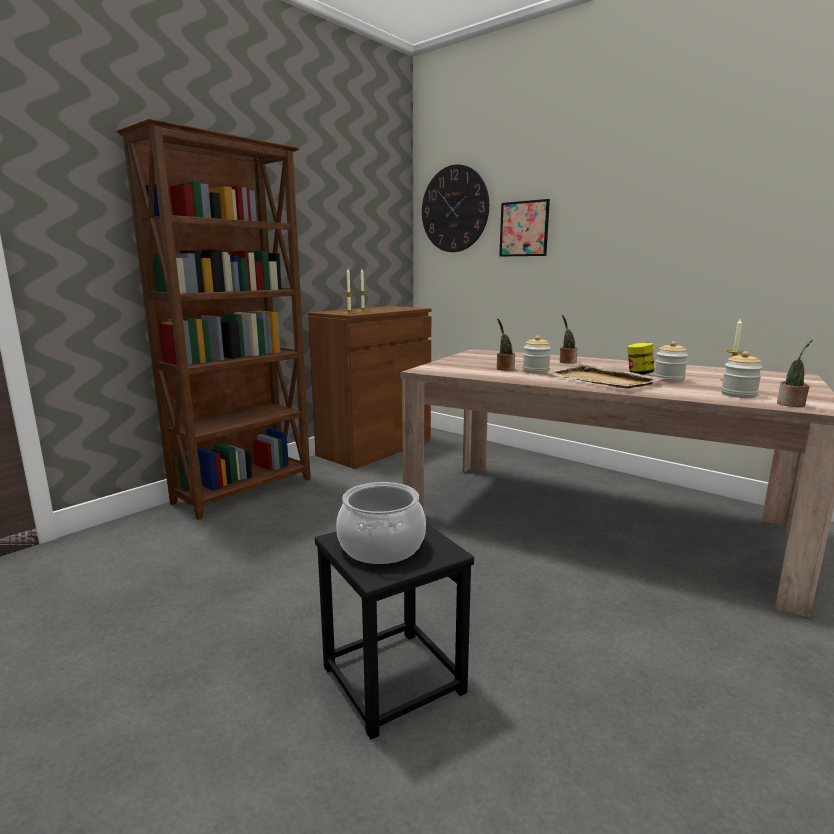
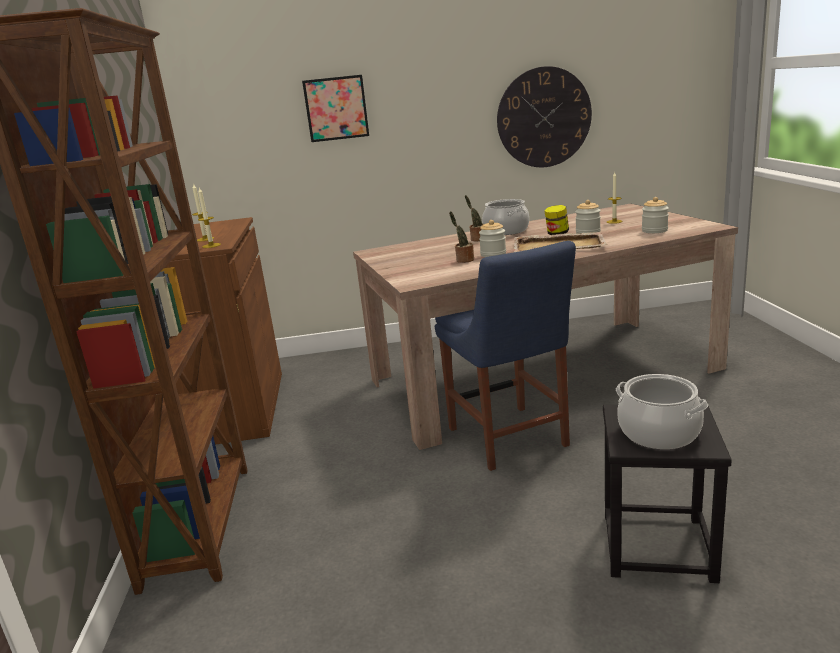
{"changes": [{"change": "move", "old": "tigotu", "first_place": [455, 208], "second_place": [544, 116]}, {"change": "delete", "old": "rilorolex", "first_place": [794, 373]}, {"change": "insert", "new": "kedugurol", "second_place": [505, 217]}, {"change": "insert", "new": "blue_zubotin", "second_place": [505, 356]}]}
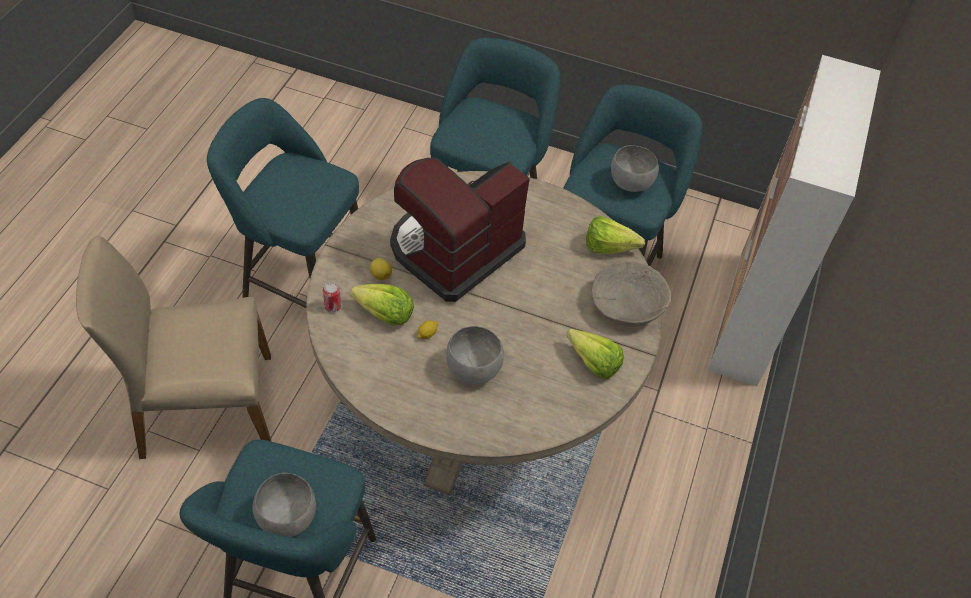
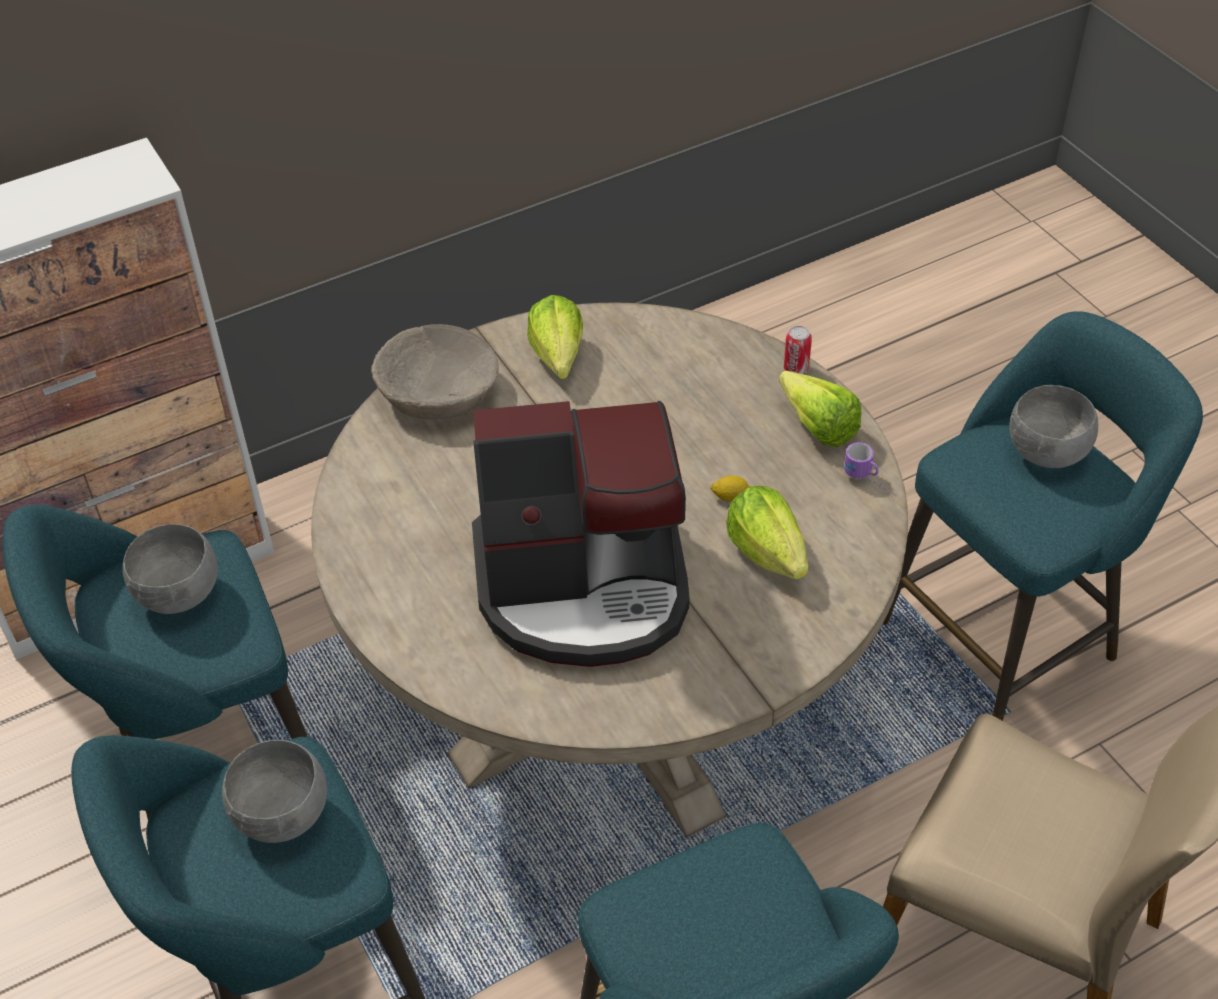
{"changes": [{"change": "move", "old": "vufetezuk", "first_place": [615, 235], "second_place": [820, 409]}, {"change": "delete", "old": "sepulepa", "first_place": [381, 269]}, {"change": "move", "old": "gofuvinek", "first_place": [332, 297], "second_place": [798, 350]}, {"change": "move", "old": "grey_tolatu", "first_place": [475, 355], "second_place": [274, 791]}, {"change": "insert", "new": "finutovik", "second_place": [870, 469]}]}
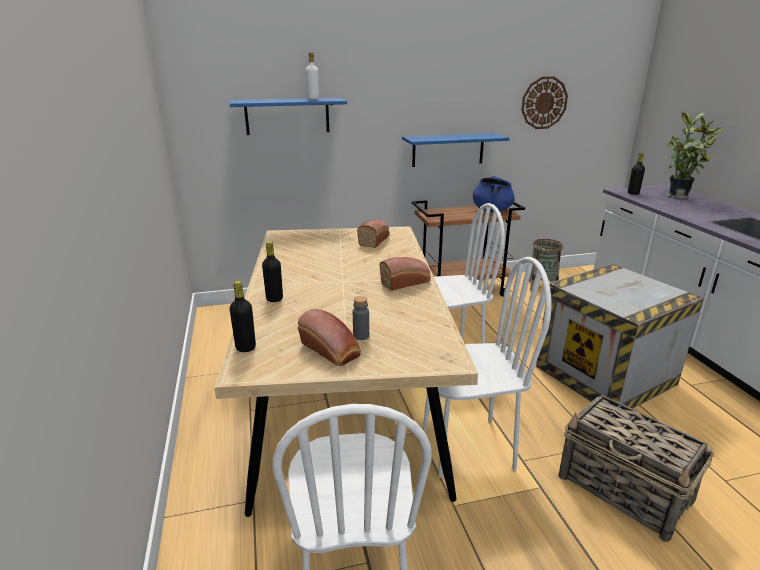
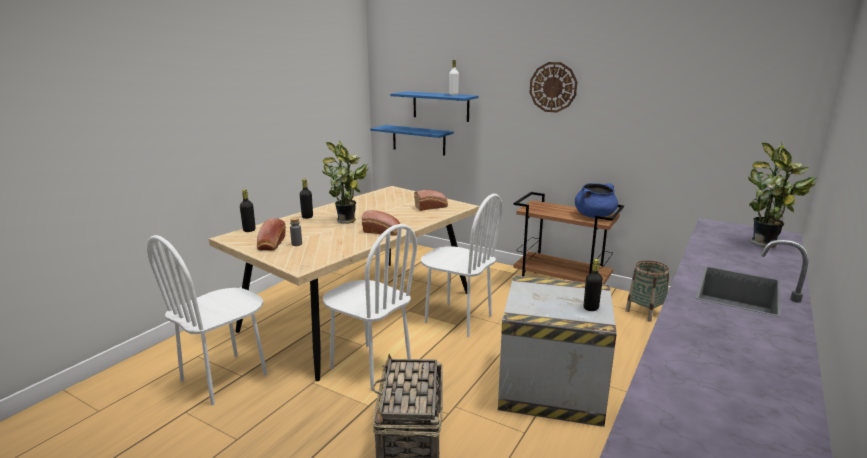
{"changes": [{"change": "move", "old": "tigotu", "first_place": [544, 102], "second_place": [553, 87]}, {"change": "move", "old": "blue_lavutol", "first_place": [455, 150], "second_place": [412, 140]}, {"change": "move", "old": "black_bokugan", "first_place": [636, 174], "second_place": [593, 285]}, {"change": "insert", "new": "rilorolex", "second_place": [345, 182]}]}
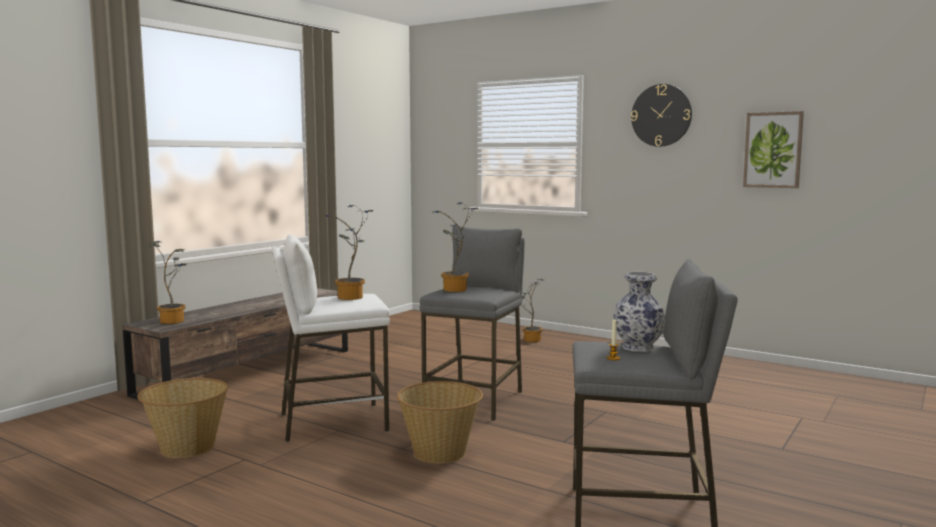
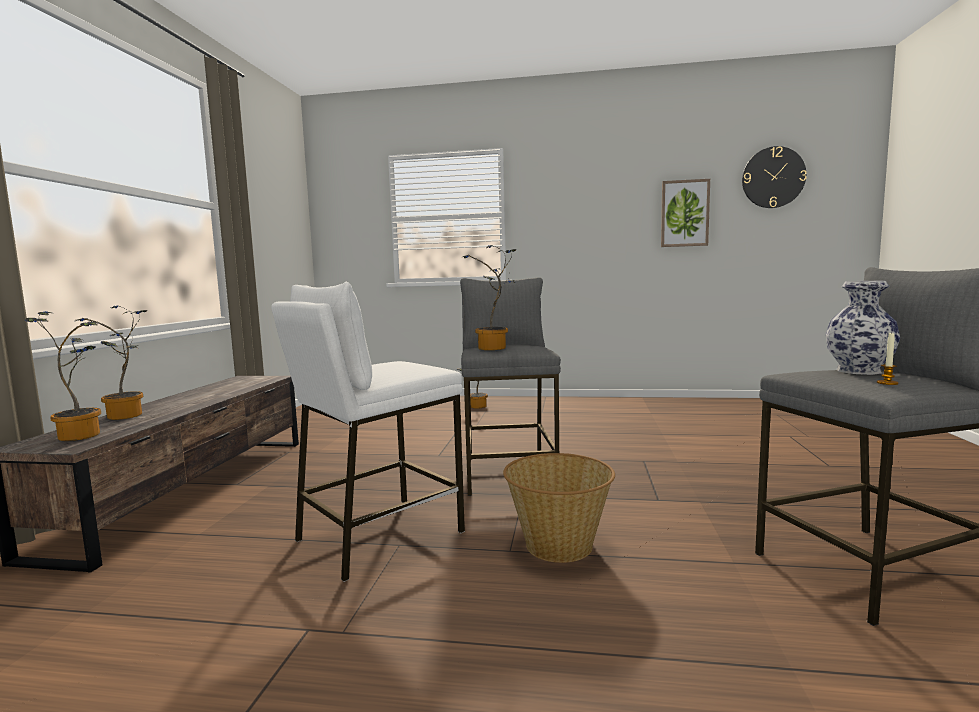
{"changes": [{"change": "move", "old": "tigotu", "first_place": [661, 115], "second_place": [774, 177]}, {"change": "move", "old": "rilorolex", "first_place": [348, 252], "second_place": [111, 363]}, {"change": "delete", "old": "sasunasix", "first_place": [182, 418]}]}
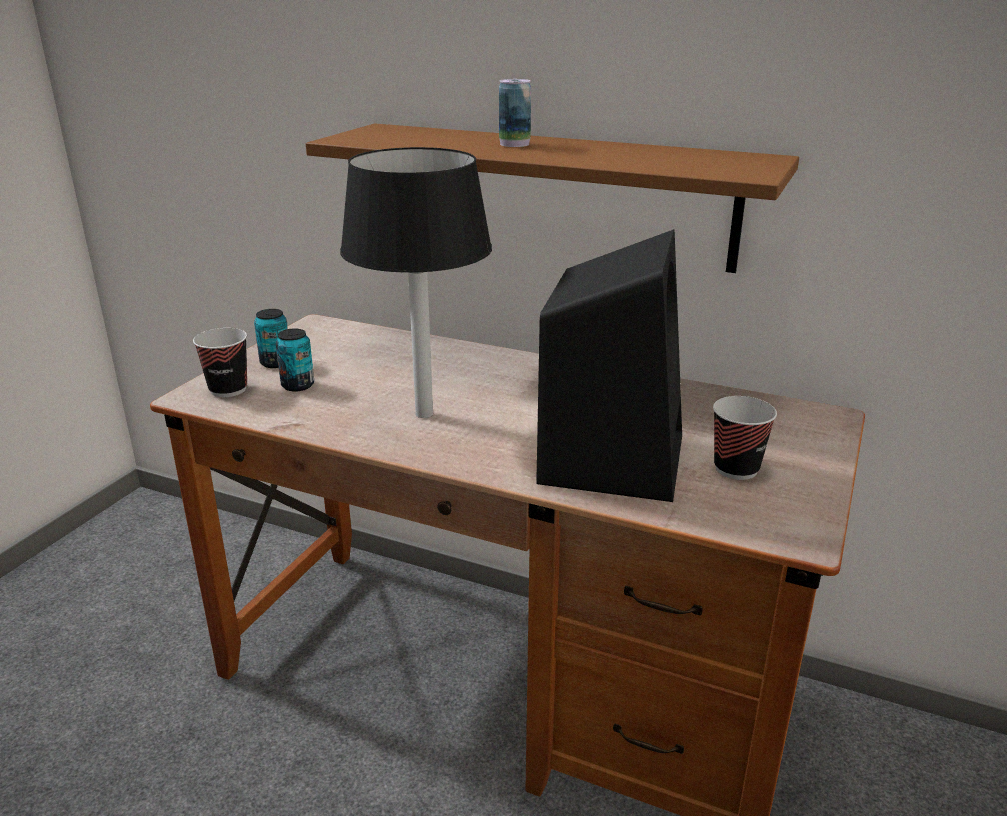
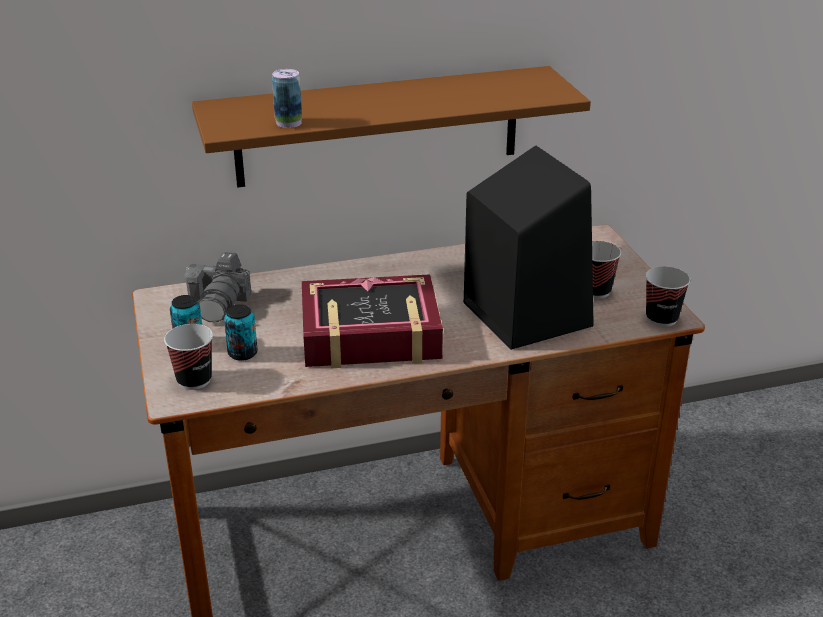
{"changes": [{"change": "move", "old": "gofuvinek", "first_place": [515, 113], "second_place": [287, 98]}, {"change": "replace", "old": "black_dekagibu", "new": "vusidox", "first_place": [416, 282], "second_place": [372, 321]}, {"change": "insert", "new": "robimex", "second_place": [218, 287]}, {"change": "insert", "new": "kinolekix", "second_place": [668, 296]}]}
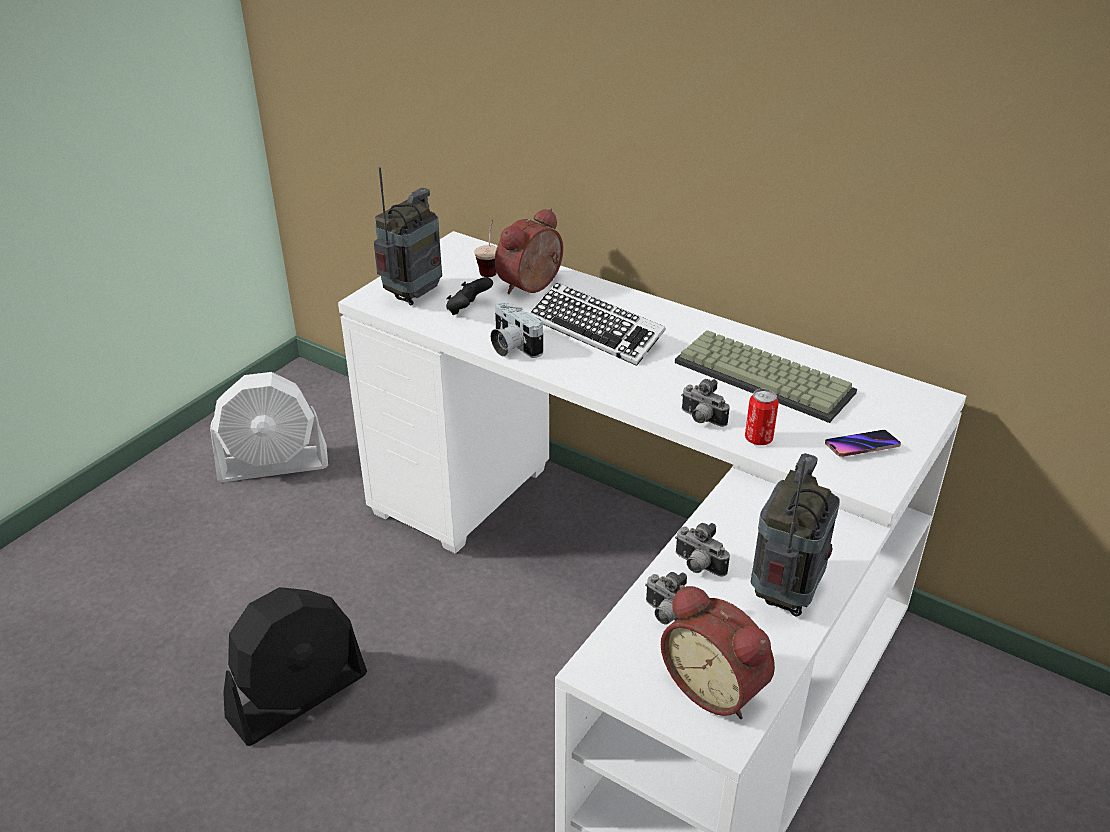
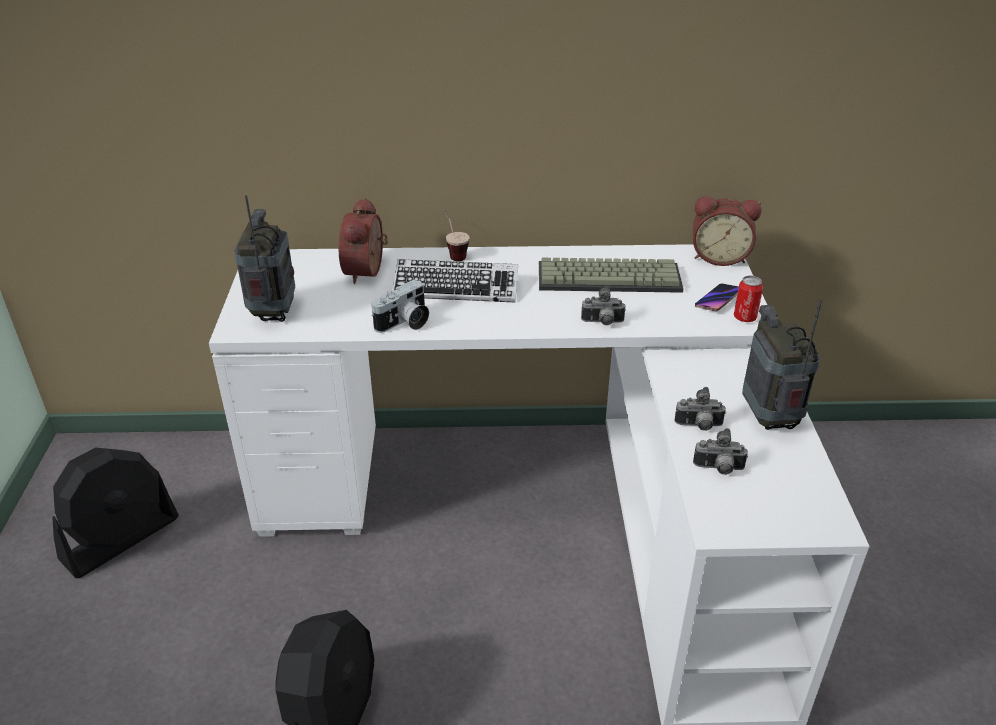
{"changes": [{"change": "move", "old": "kinolekix", "first_place": [485, 248], "second_place": [456, 235]}, {"change": "delete", "old": "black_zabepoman", "first_place": [469, 296]}, {"change": "rotate", "old": "robimex", "first_place": [517, 329], "second_place": [400, 306], "degrees": -60}, {"change": "recolor", "old": "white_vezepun", "new": "black_vezepun", "first_place": [269, 427], "second_place": [115, 513]}, {"change": "move", "old": "gofuvinek", "first_place": [762, 416], "second_place": [748, 299]}, {"change": "move", "old": "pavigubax", "first_place": [718, 652], "second_place": [727, 231]}]}
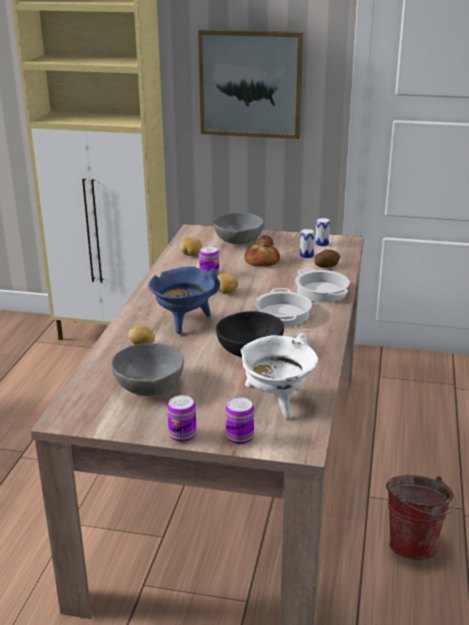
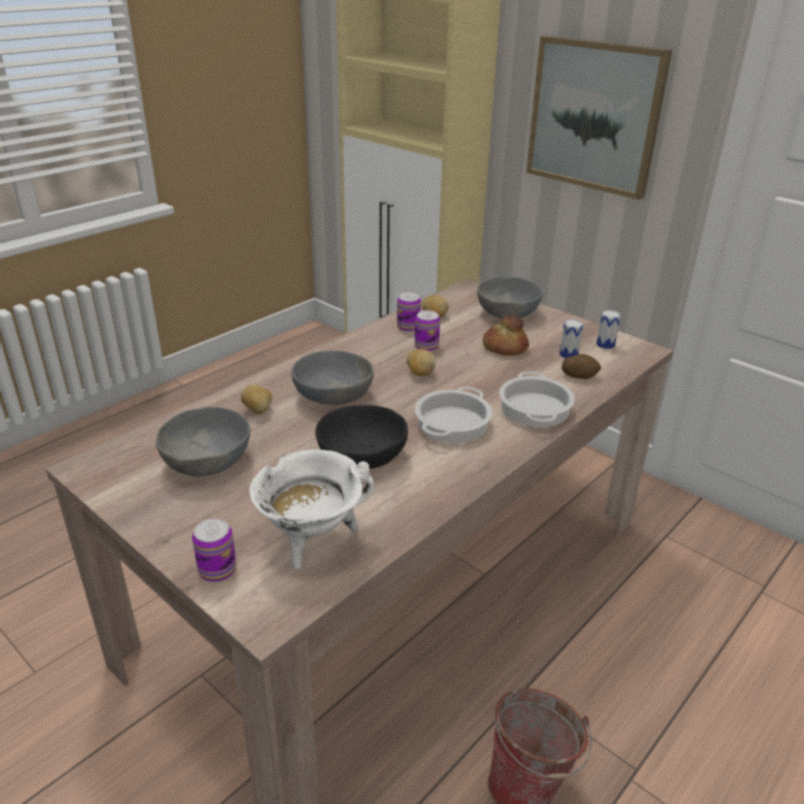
{"changes": [{"change": "replace", "old": "blue_kedugurol", "new": "grey_tolatu", "first_place": [184, 300], "second_place": [332, 377]}, {"change": "move", "old": "gofuvinek", "first_place": [181, 418], "second_place": [409, 312]}]}
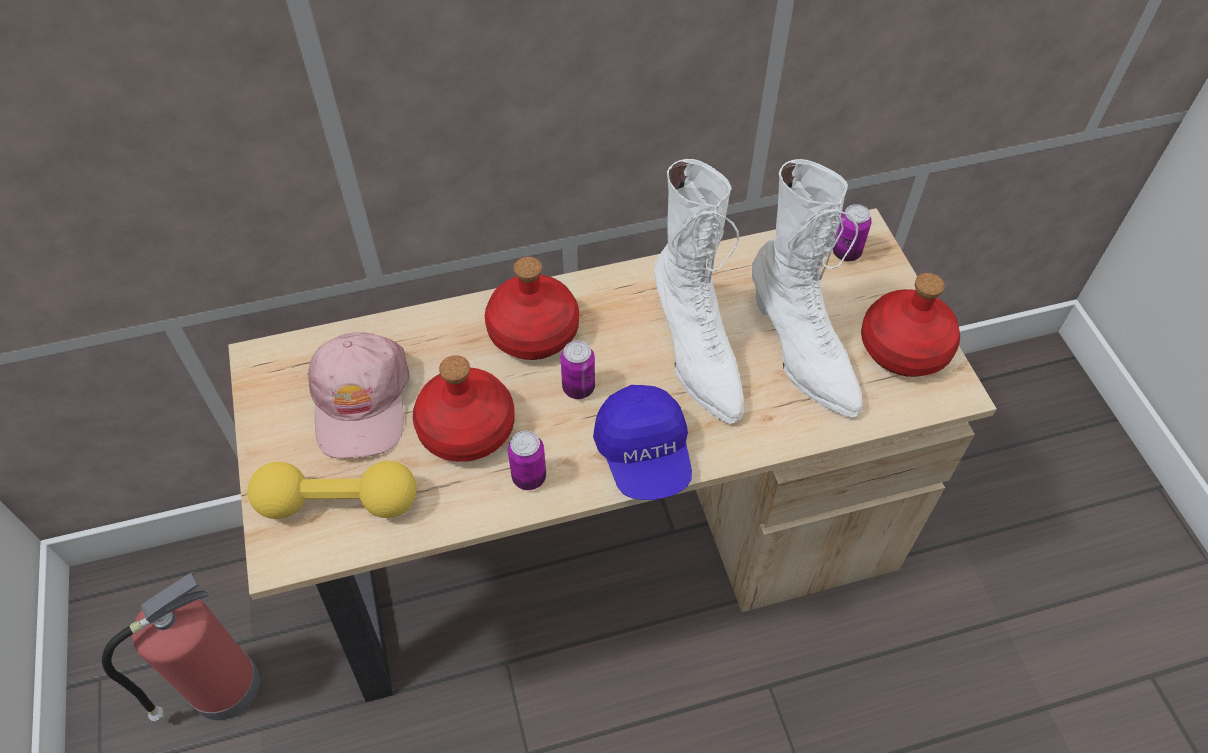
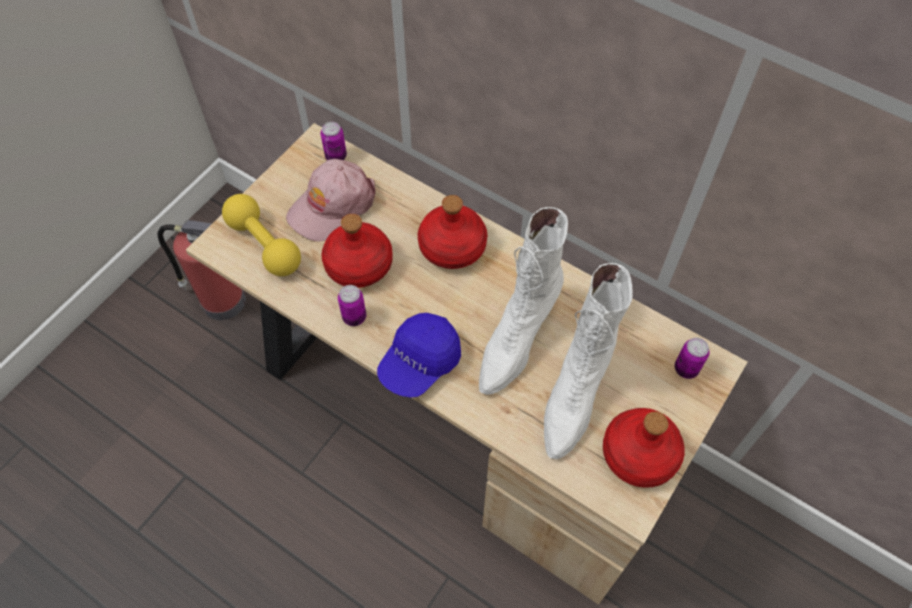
{"changes": [{"change": "move", "old": "gofuvinek", "first_place": [578, 369], "second_place": [334, 141]}]}
